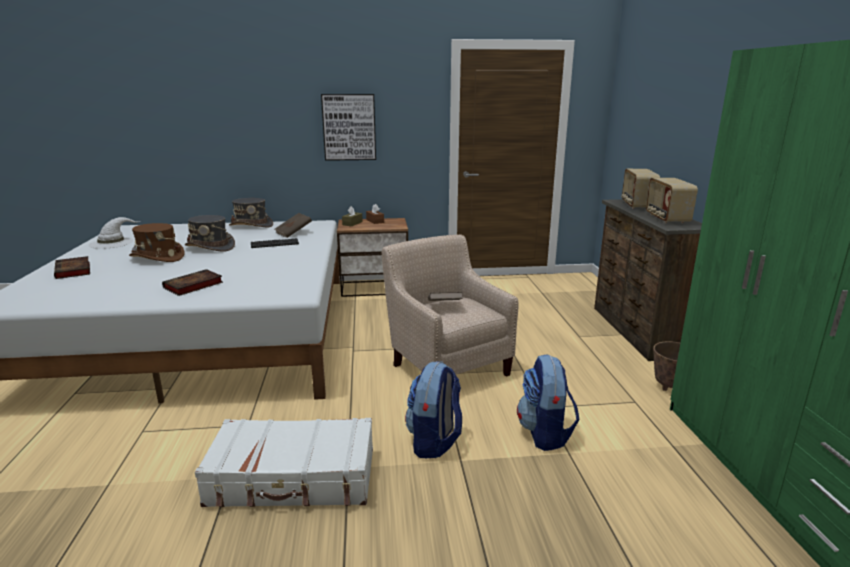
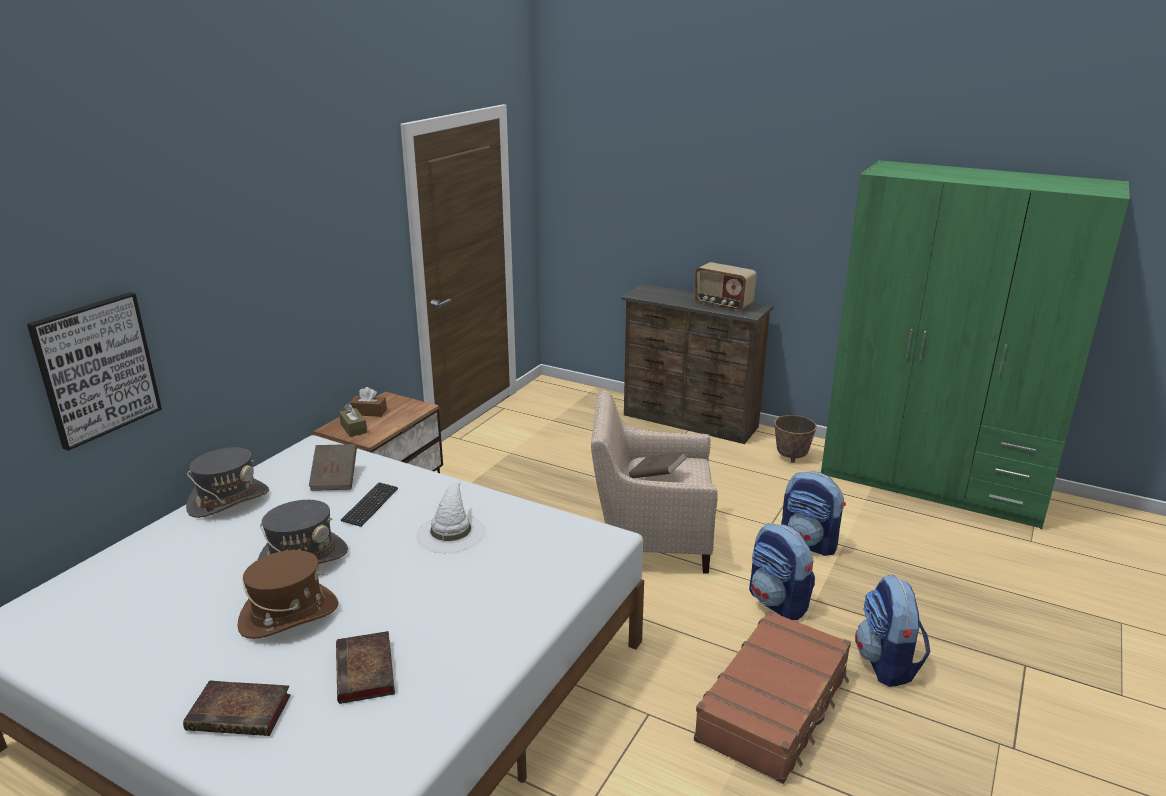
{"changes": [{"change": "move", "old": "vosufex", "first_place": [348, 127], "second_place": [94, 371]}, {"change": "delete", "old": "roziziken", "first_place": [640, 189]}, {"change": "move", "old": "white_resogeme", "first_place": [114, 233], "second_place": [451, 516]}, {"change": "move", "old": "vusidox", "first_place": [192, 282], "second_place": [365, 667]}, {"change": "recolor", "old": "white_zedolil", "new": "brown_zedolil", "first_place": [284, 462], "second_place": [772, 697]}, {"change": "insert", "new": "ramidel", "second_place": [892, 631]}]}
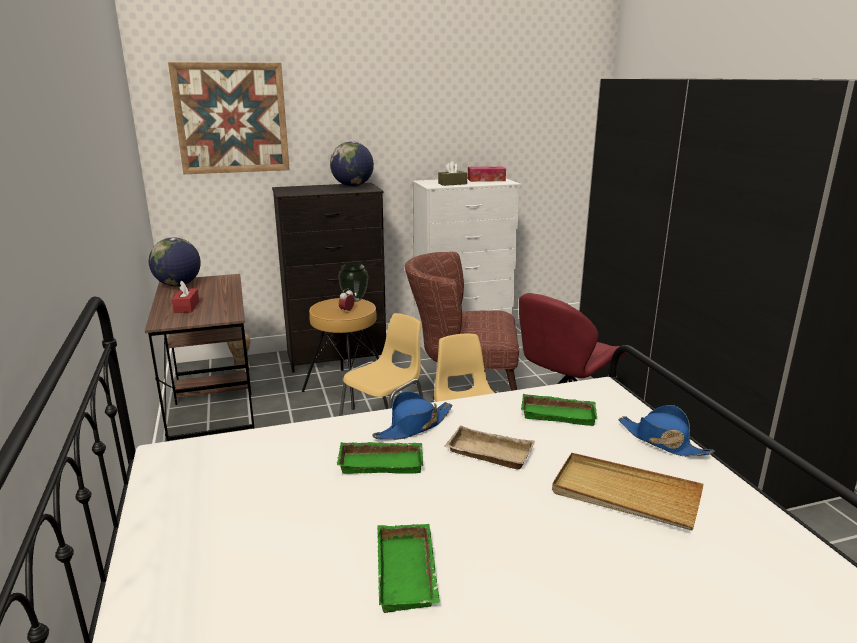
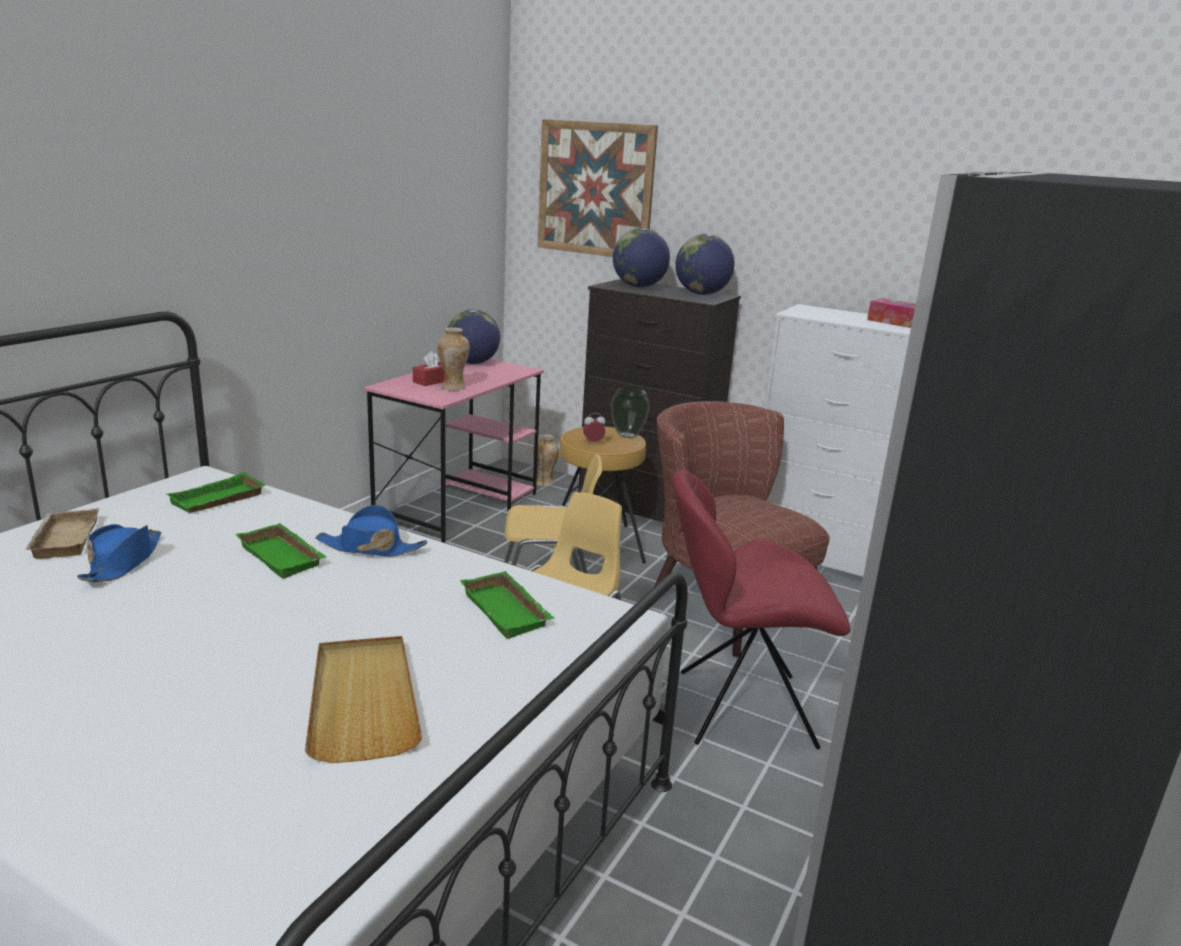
{"changes": [{"change": "delete", "old": "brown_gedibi", "first_place": [452, 173]}, {"change": "recolor", "old": "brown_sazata", "new": "pink_sazata", "first_place": [200, 357], "second_place": [453, 451]}, {"change": "move", "old": "blue_resogeme", "first_place": [666, 430], "second_place": [119, 553]}, {"change": "move", "old": "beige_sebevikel", "first_place": [489, 447], "second_place": [62, 533]}, {"change": "move", "old": "green_sebevikel", "first_place": [408, 568], "second_place": [216, 492]}, {"change": "insert", "new": "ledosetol", "second_place": [641, 257]}, {"change": "insert", "new": "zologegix", "second_place": [453, 359]}]}
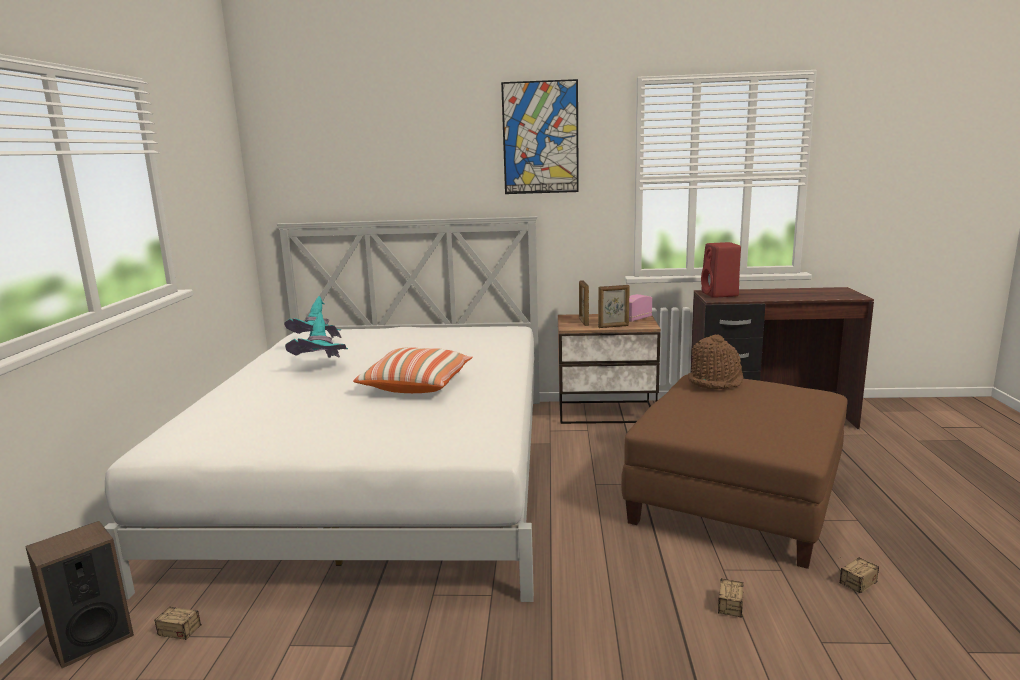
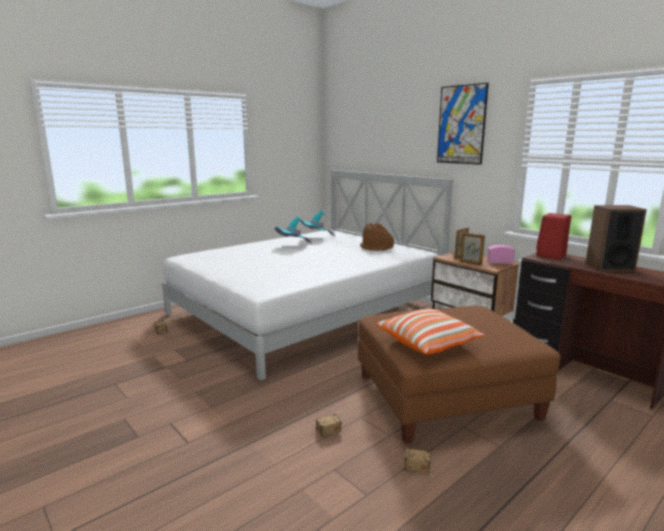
{"changes": [{"change": "move", "old": "brown_resogeme", "first_place": [715, 361], "second_place": [377, 237]}, {"change": "move", "old": "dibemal", "first_place": [413, 370], "second_place": [430, 332]}, {"change": "move", "old": "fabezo", "first_place": [79, 594], "second_place": [616, 238]}]}
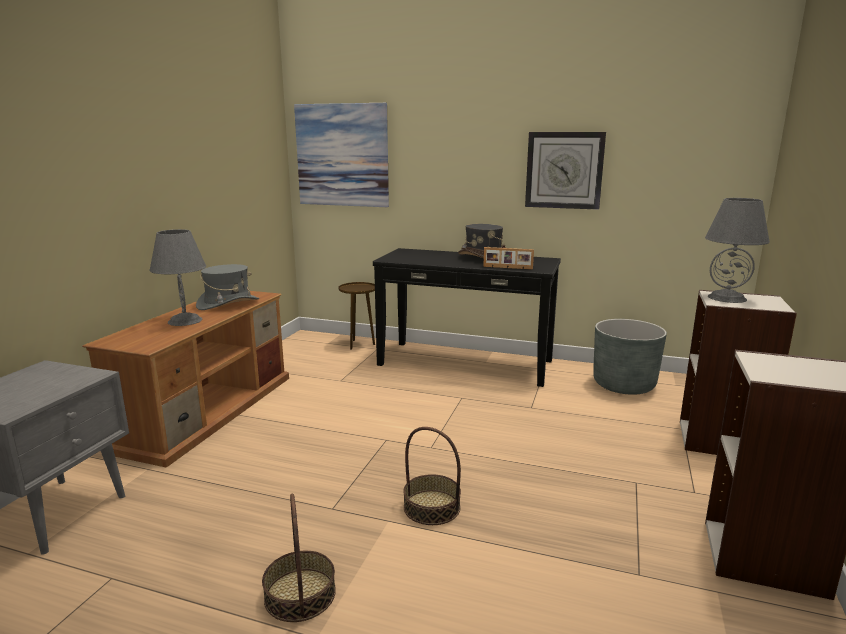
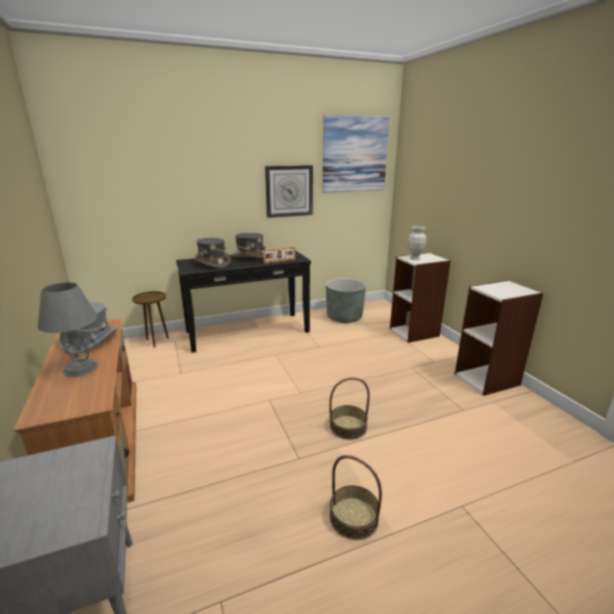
{"changes": [{"change": "move", "old": "vosufex", "first_place": [341, 155], "second_place": [356, 154]}, {"change": "replace", "old": "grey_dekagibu", "new": "zologegix", "first_place": [737, 250], "second_place": [417, 243]}, {"change": "insert", "new": "grey_resogeme", "second_place": [212, 253]}]}
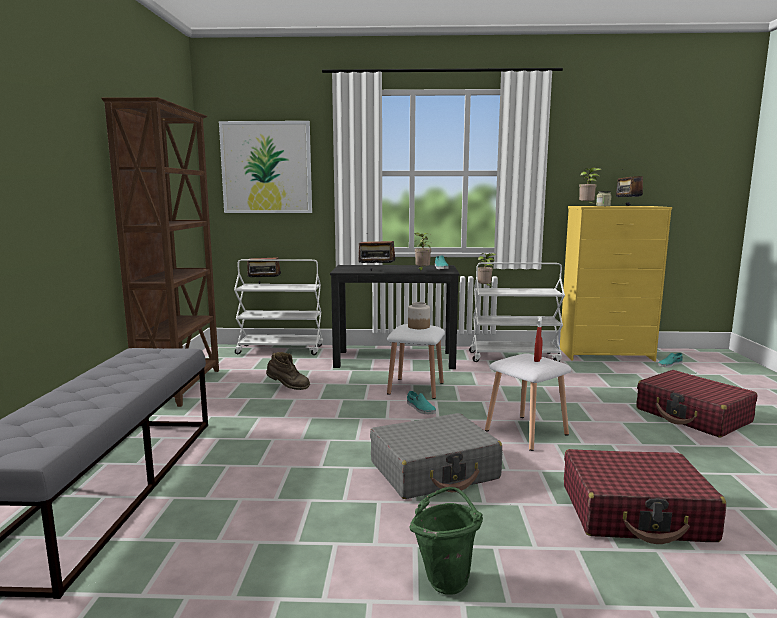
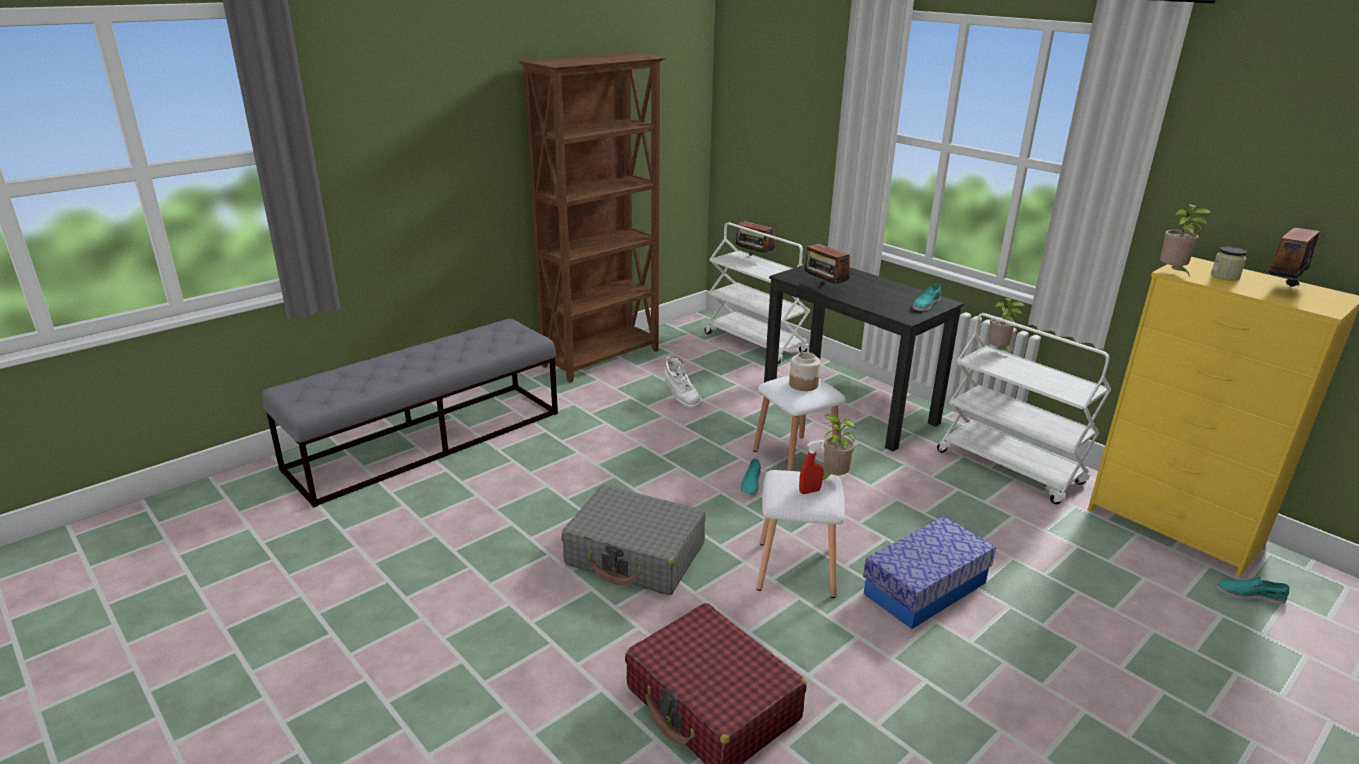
{"changes": [{"change": "delete", "old": "vosufex", "first_place": [265, 167]}, {"change": "move", "old": "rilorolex", "first_place": [423, 252], "second_place": [839, 447]}, {"change": "recolor", "old": "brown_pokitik", "new": "white_pokitik", "first_place": [288, 371], "second_place": [683, 382]}, {"change": "delete", "old": "red_zedolil", "first_place": [696, 404]}, {"change": "delete", "old": "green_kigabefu", "first_place": [446, 541]}, {"change": "insert", "new": "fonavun", "second_place": [929, 572]}]}
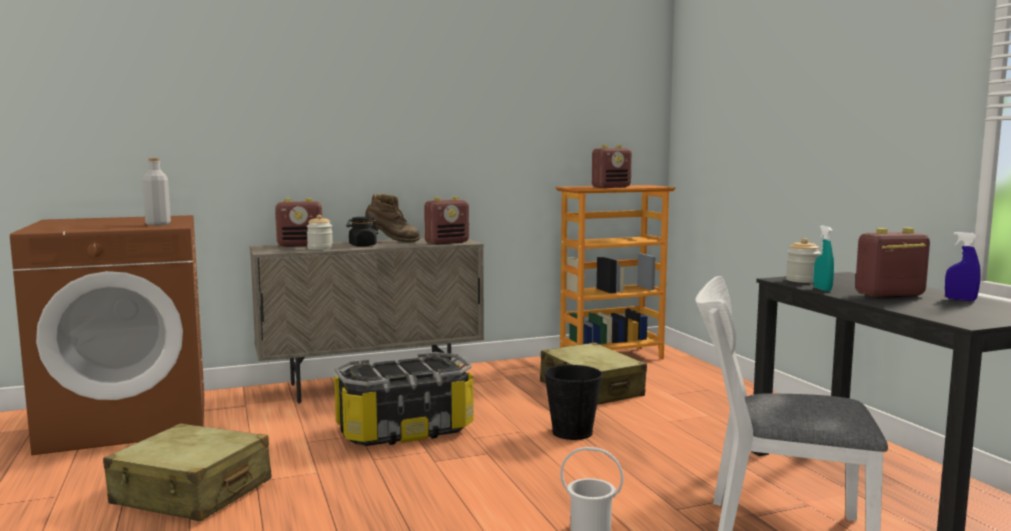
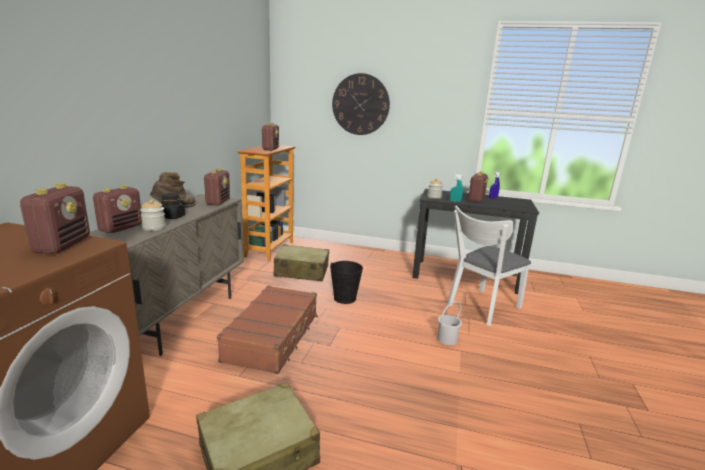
{"changes": [{"change": "replace", "old": "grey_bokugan", "new": "roziziken", "first_place": [156, 191], "second_place": [55, 218]}, {"change": "replace", "old": "fonavun", "new": "brown_zedolil", "first_place": [404, 399], "second_place": [267, 329]}, {"change": "insert", "new": "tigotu", "second_place": [361, 104]}]}
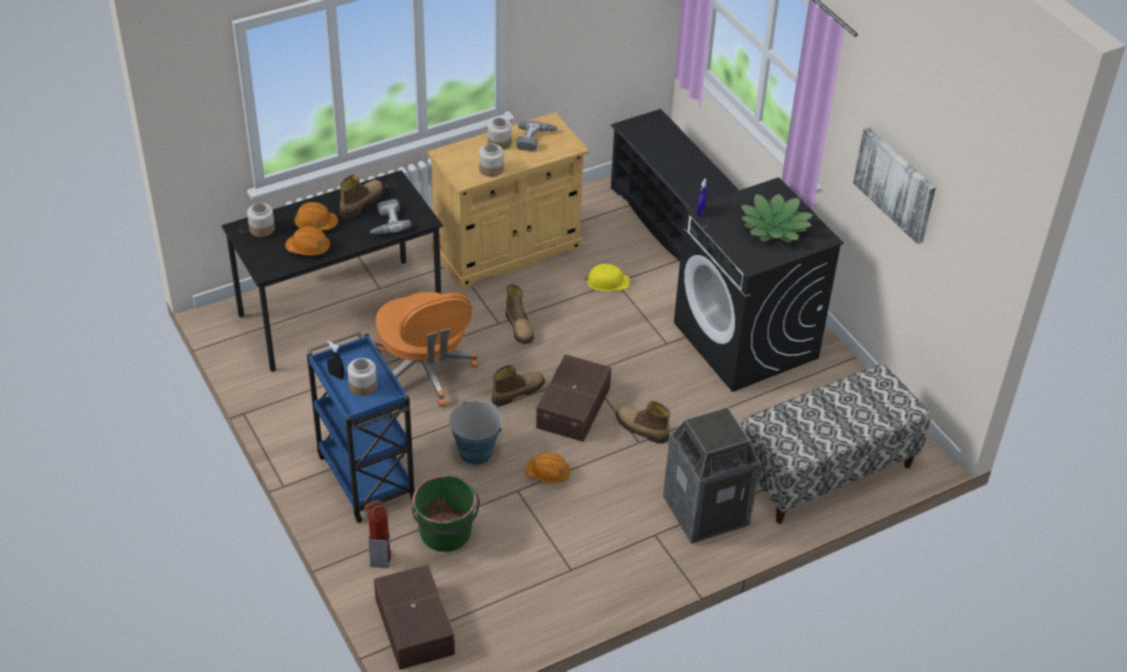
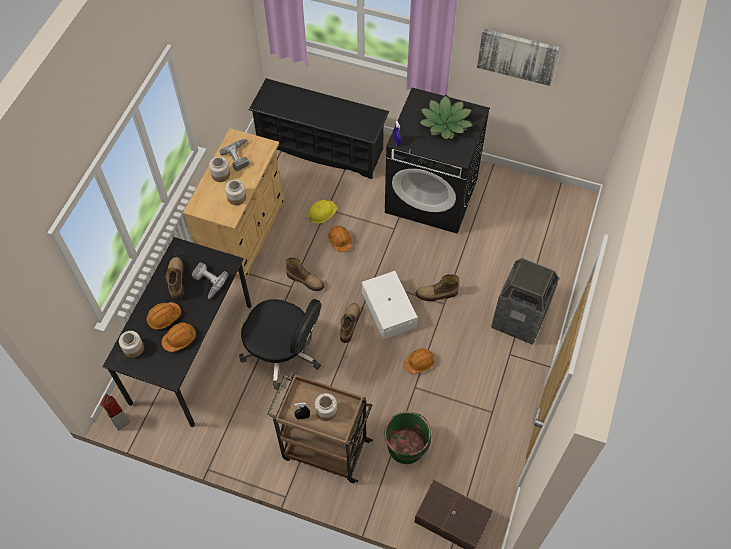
{"changes": [{"change": "recolor", "old": "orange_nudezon", "new": "black_nudezon", "first_place": [427, 349], "second_place": [280, 344]}, {"change": "recolor", "old": "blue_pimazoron", "new": "brown_pimazoron", "first_place": [361, 427], "second_place": [320, 428]}, {"change": "recolor", "old": "brown_fonavun", "new": "white_fonavun", "first_place": [573, 398], "second_place": [389, 305]}, {"change": "delete", "old": "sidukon", "first_place": [836, 444]}, {"change": "delete", "old": "kigabefu", "first_place": [475, 433]}, {"change": "move", "old": "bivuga", "first_place": [378, 534], "second_place": [115, 412]}, {"change": "insert", "new": "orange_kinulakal", "second_place": [340, 239]}]}
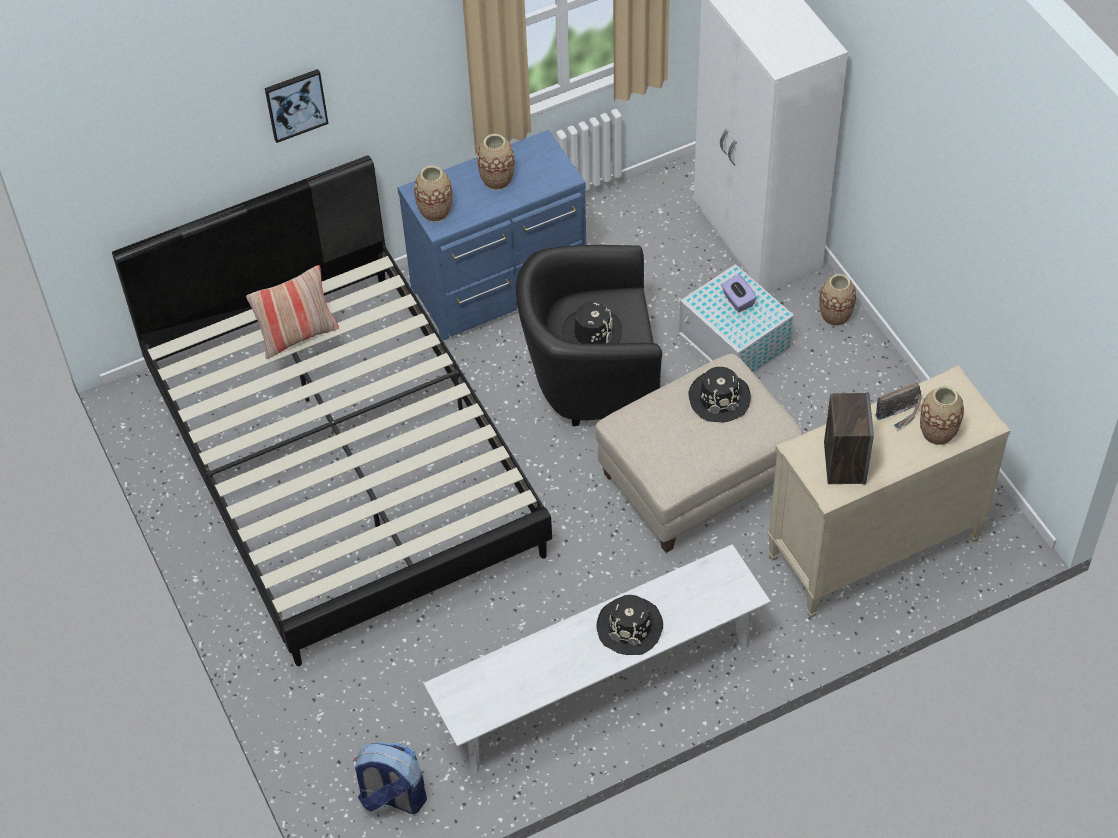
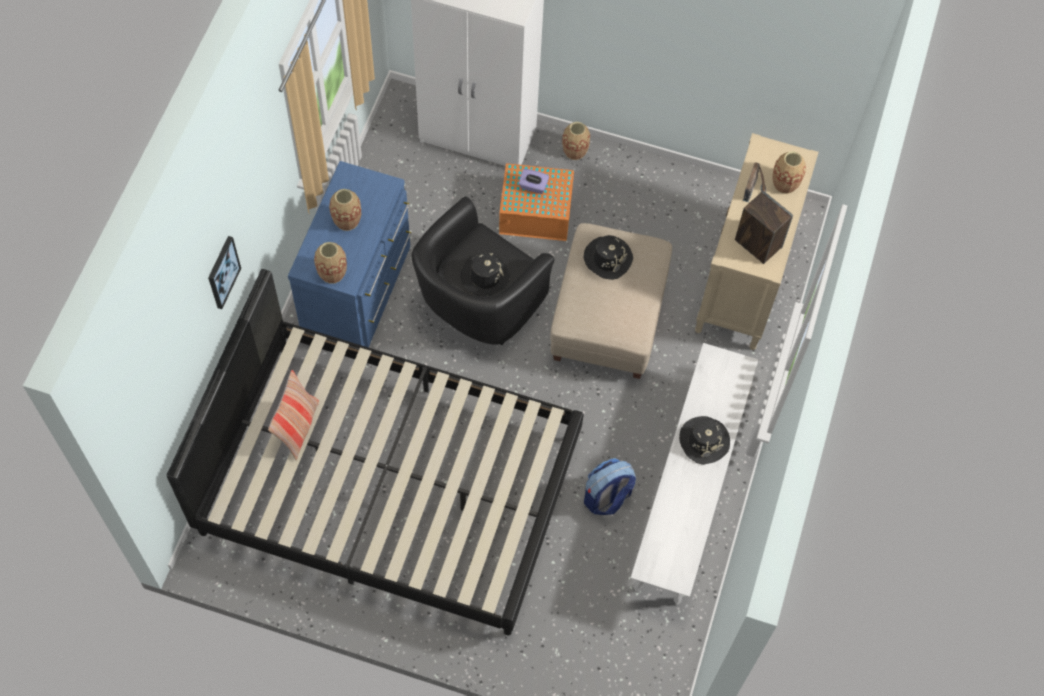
{"changes": [{"change": "recolor", "old": "white_fonavun", "new": "orange_fonavun", "first_place": [736, 318], "second_place": [536, 202]}, {"change": "move", "old": "ramidel", "first_place": [390, 778], "second_place": [610, 486]}]}
